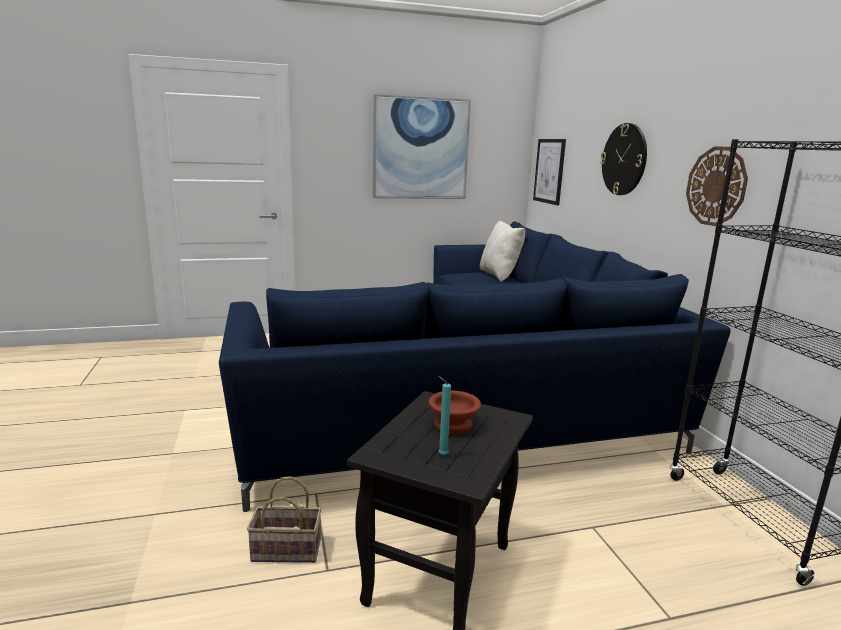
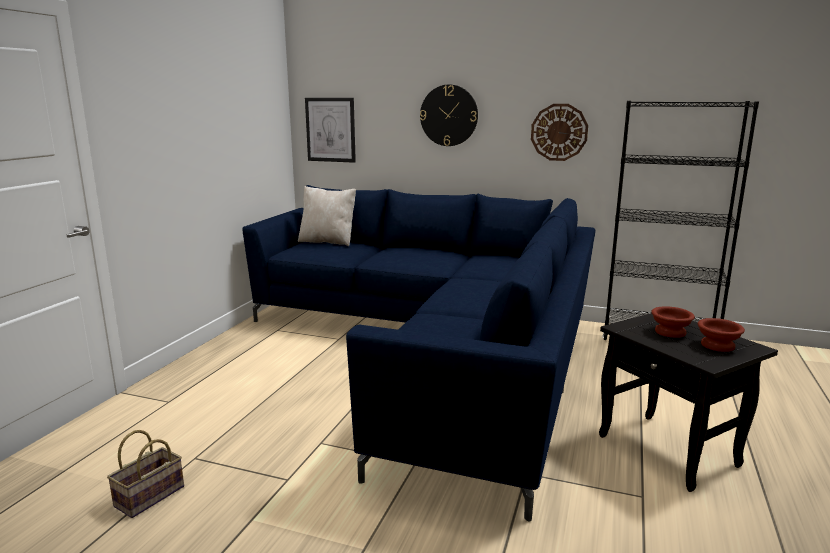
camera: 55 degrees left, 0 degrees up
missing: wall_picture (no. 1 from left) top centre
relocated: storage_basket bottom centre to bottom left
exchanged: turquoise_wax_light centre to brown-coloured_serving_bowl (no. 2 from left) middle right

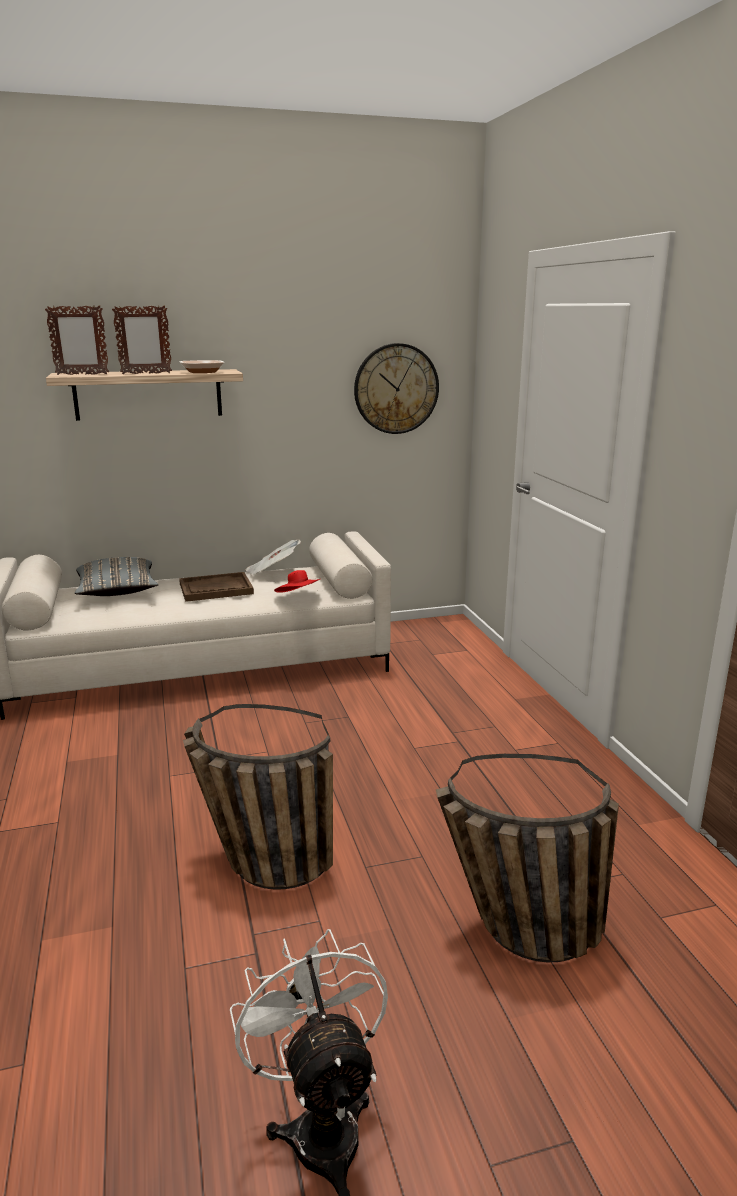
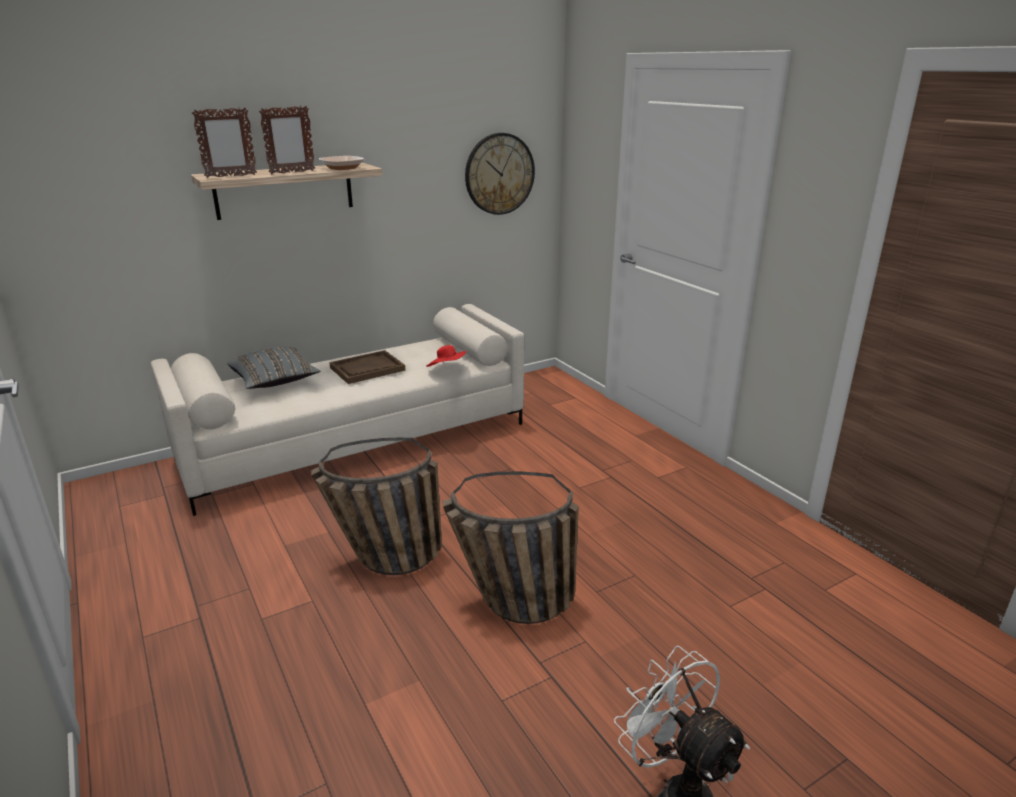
camera: 15 degrees left, 5 degrees up
missing: printed_paper centre
relocated: storage_basket (no. 2 from left in the first image) bottom right to storage_basket (no. 1 from left) centre

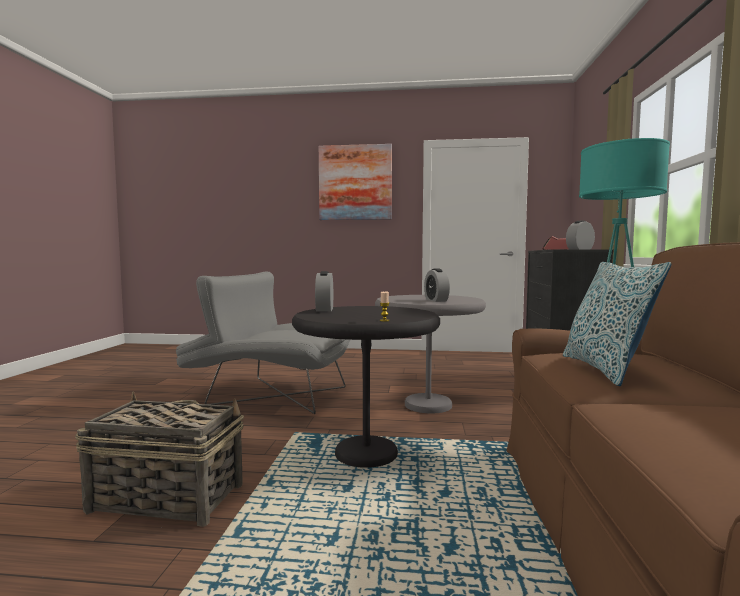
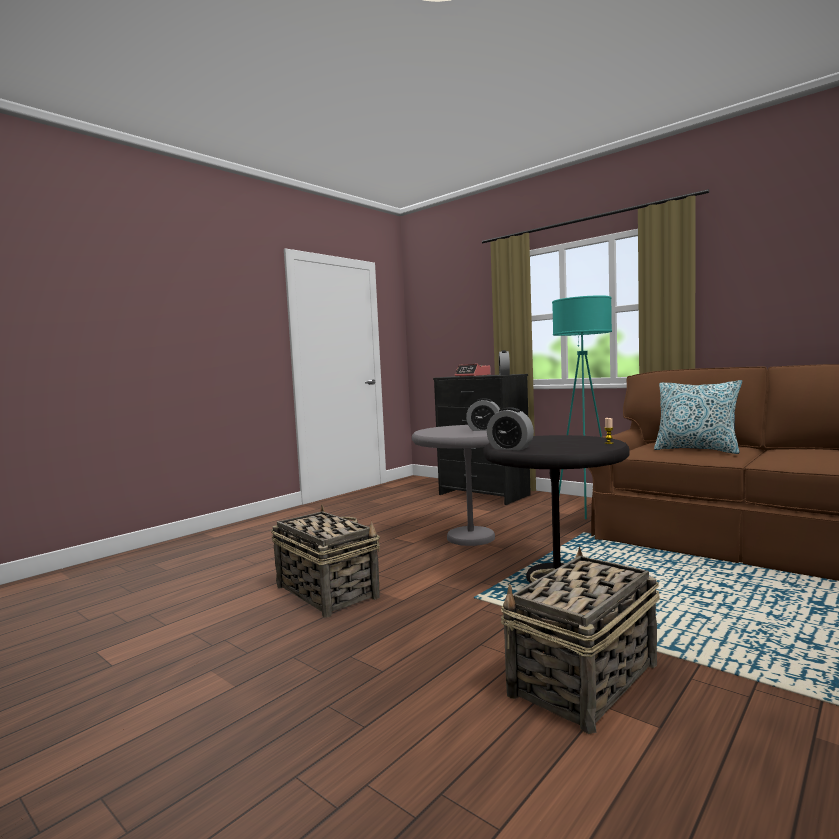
camera: 55 degrees left, 0 degrees up
missing: wall_picture top centre
exchanged: grey_armchair centre to storage_basket (no. 1 from left) bottom centre

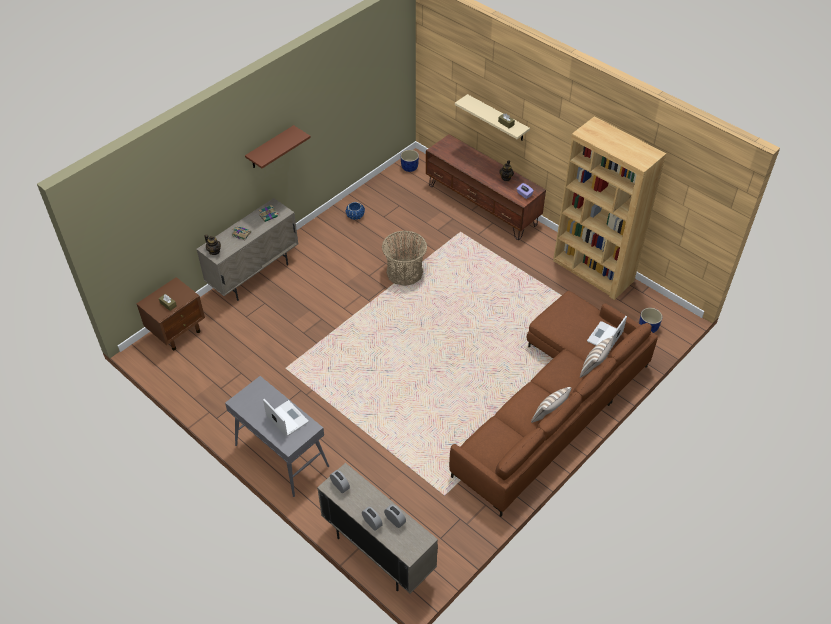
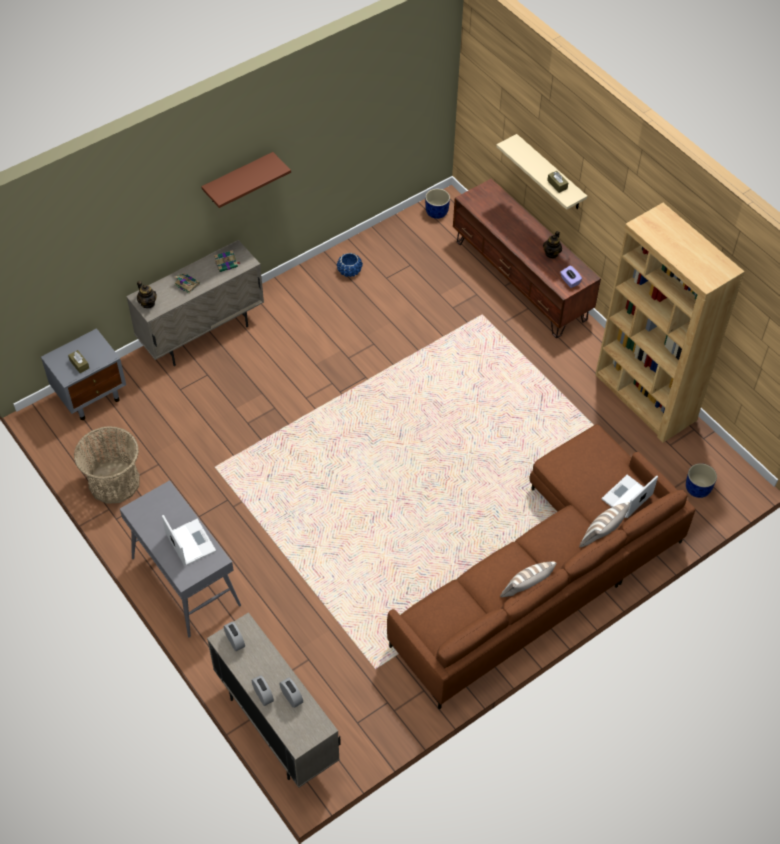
camera: 10 degrees right, 5 degrees up
relocated: storage_basket centre to middle left
colour: brown-coloured_nightstand middle left to grey_nightstand middle left

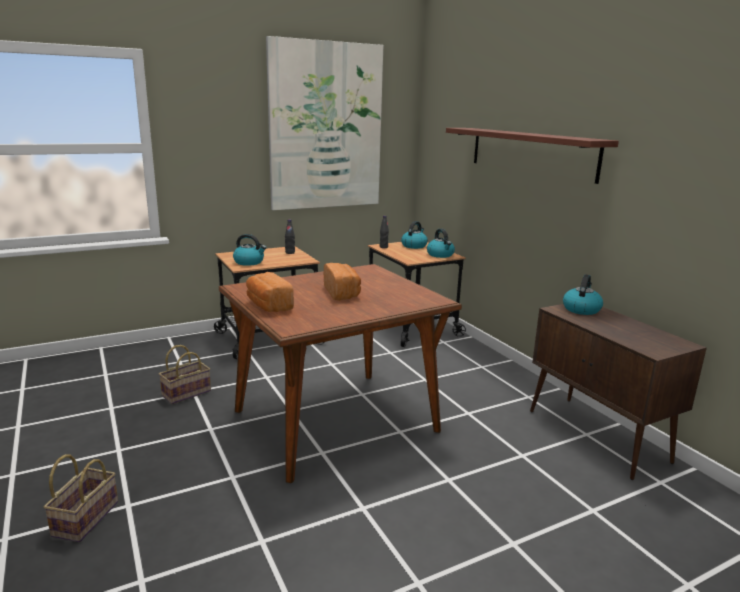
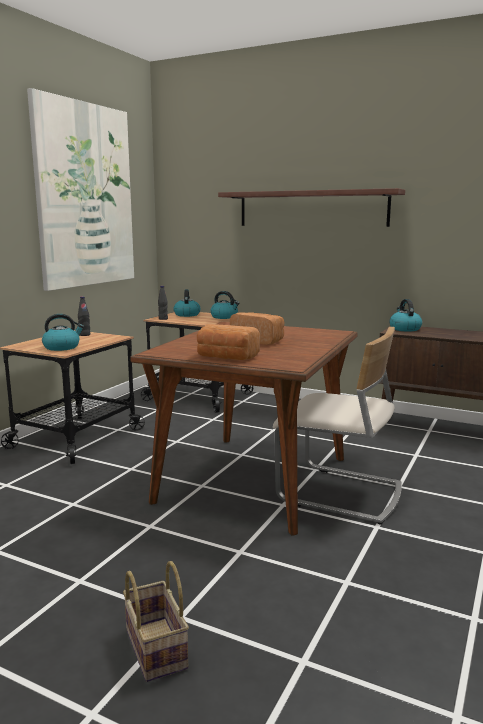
camera: 35 degrees left, 5 degrees down
missing: storage_basket (no. 2 from left) middle left
appeared: beige-coloured_plain_chair middle right

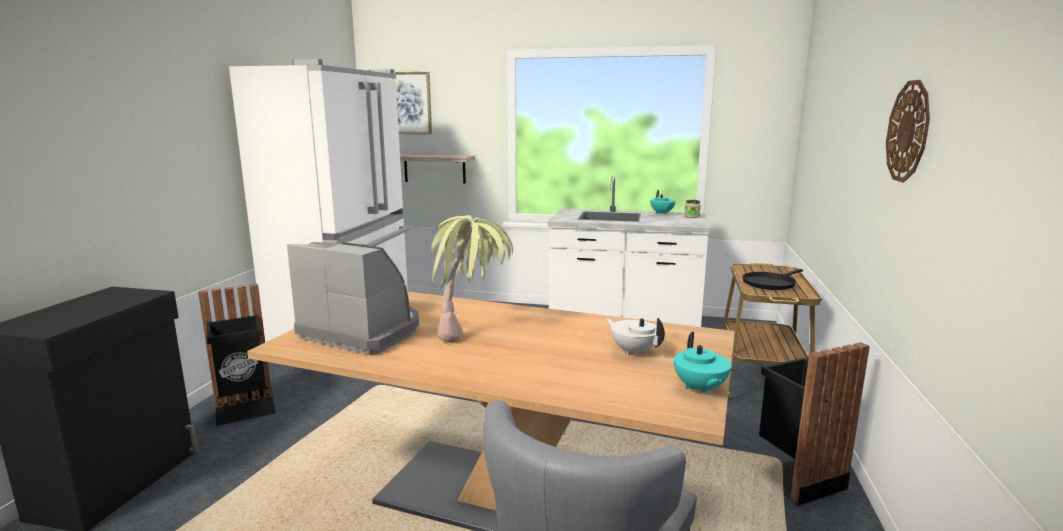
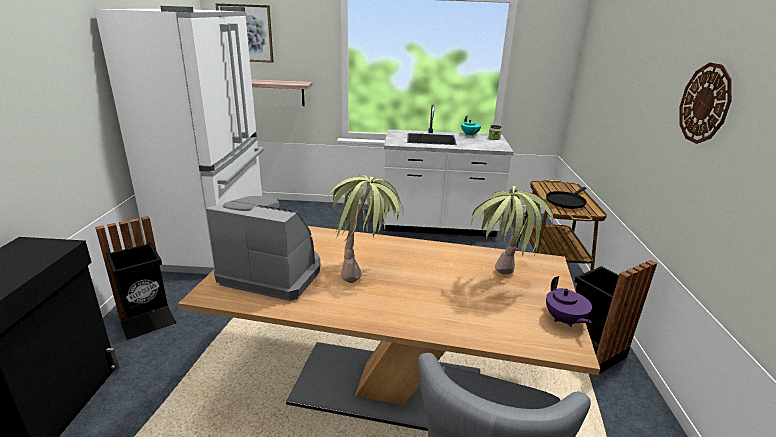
camera: 10 degrees left, 10 degrees up
exchanged: white_pot_for_tea centre to potted_plant (no. 2 from left) centre
colour: turquoise_pot_for_tea (no. 2 from left) bottom centre to purple_pot_for_tea bottom right

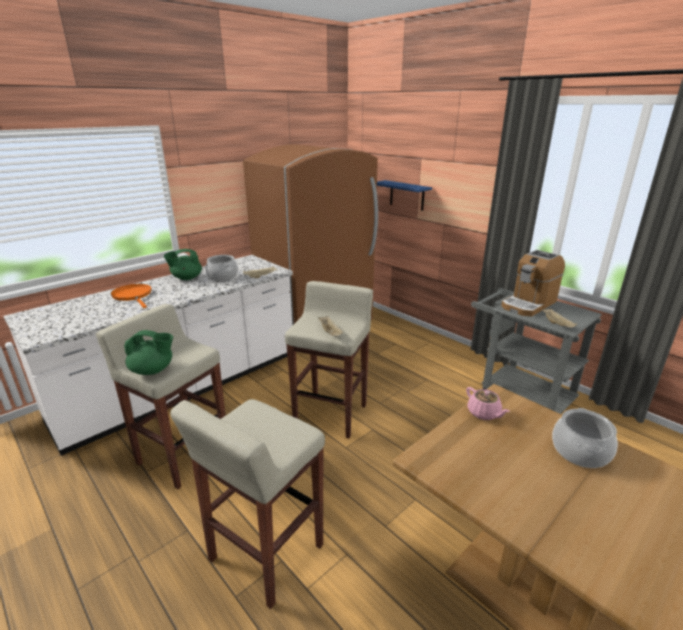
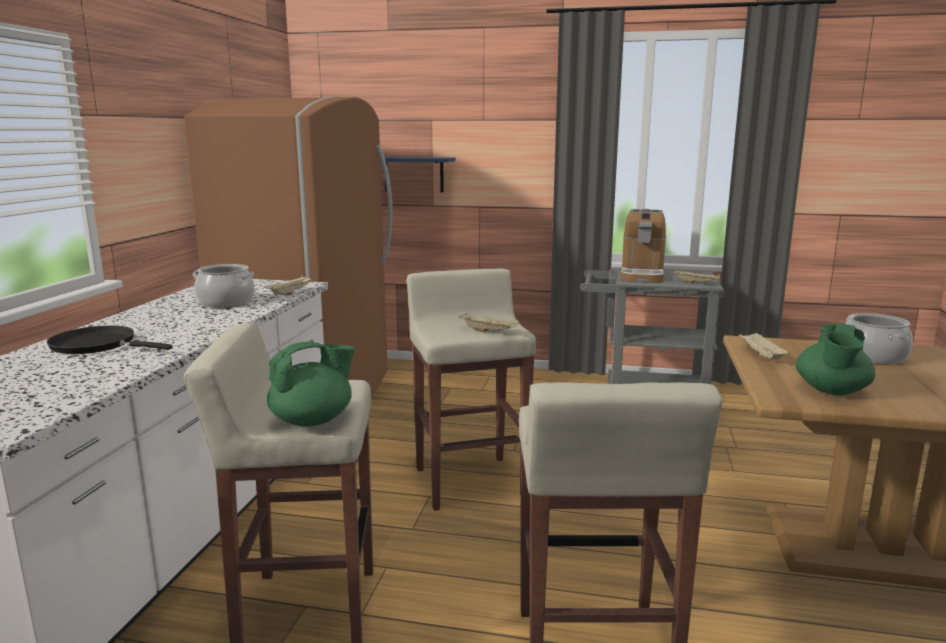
camera: 35 degrees left, 10 degrees down
relocated: green_pot_for_tea (no. 2 from left) middle left to middle right
exchanged: pink_pot_for_tea middle right to beige-coloured_serving_tray (no. 4 from left) middle right
colour: orangey_skillet middle left to black-coloured_skillet middle left

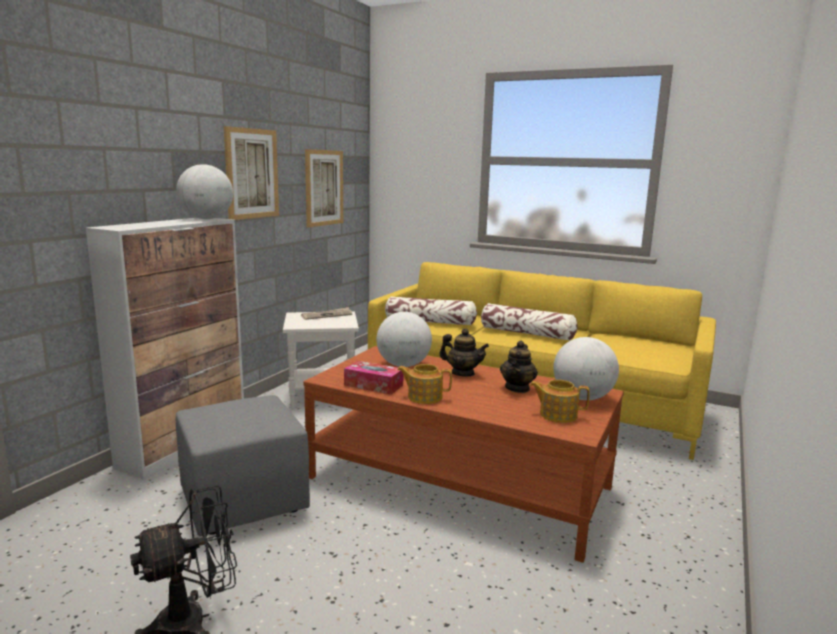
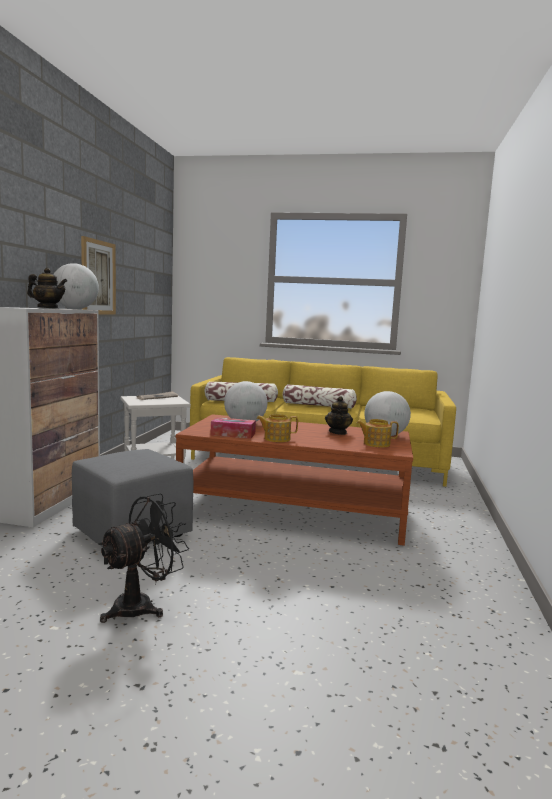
camera: 15 degrees left, 5 degrees down
missing: wall_picture (no. 2 from left) top centre
relocated: pot_for_tea (no. 2 from left in the first image) centre to pot_for_tea (no. 1 from left) middle left

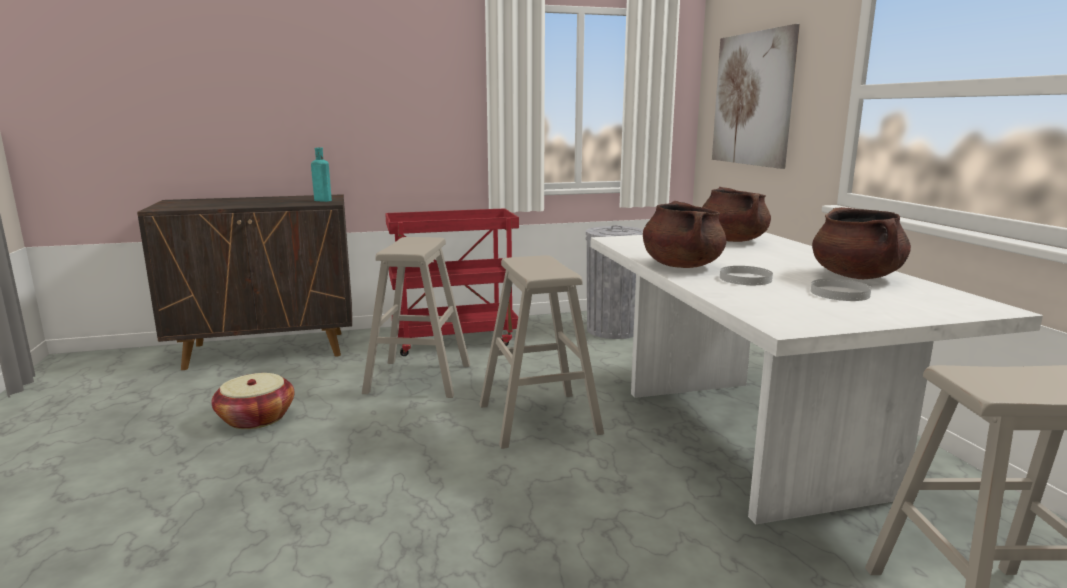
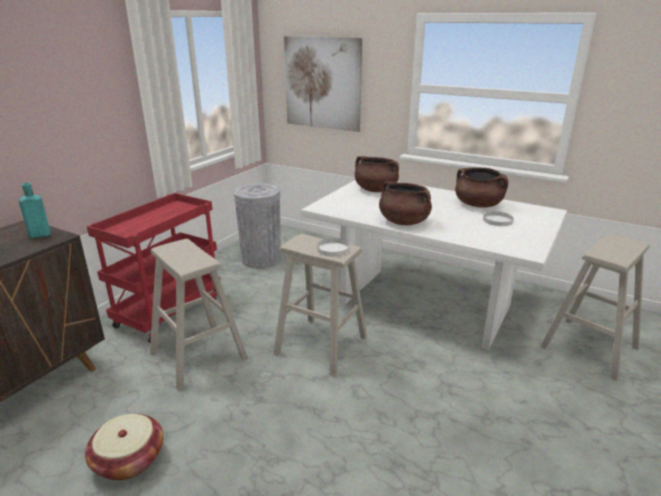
camera: 45 degrees left, 10 degrees up
relocated: white_plate (no. 1 from left) middle right to centre

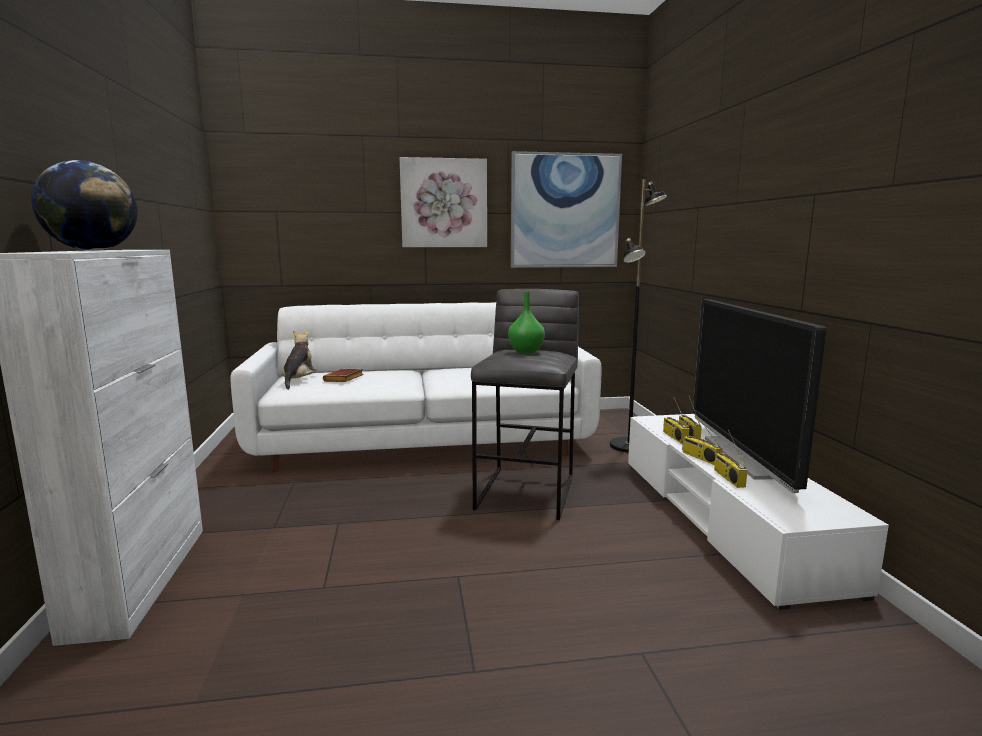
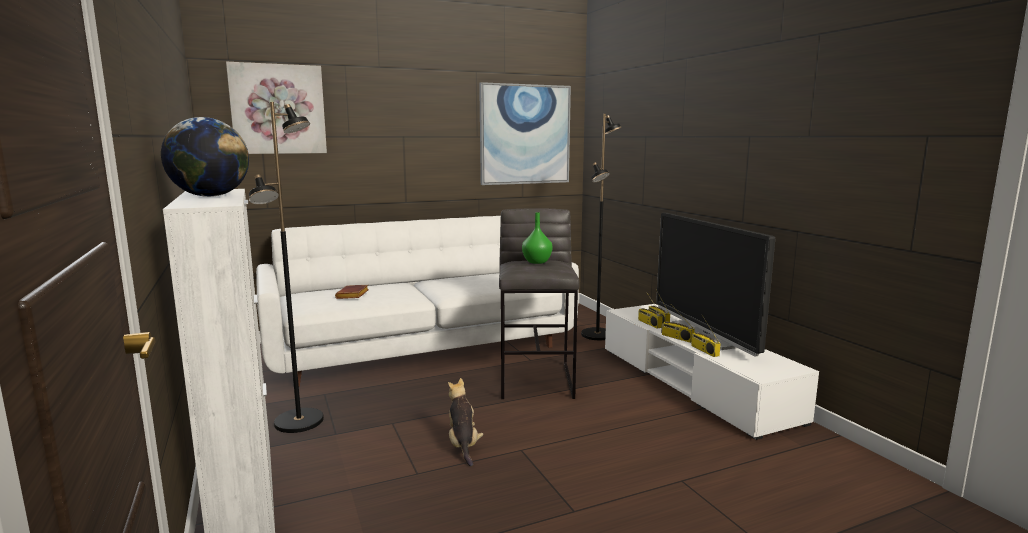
camera: 15 degrees left, 0 degrees up
appeared: black-coloured_standing_lamp (no. 1 from left) middle left
relocated: cuddly_toy middle left to bottom centre; wall_picture (no. 1 from left) top centre to top left

